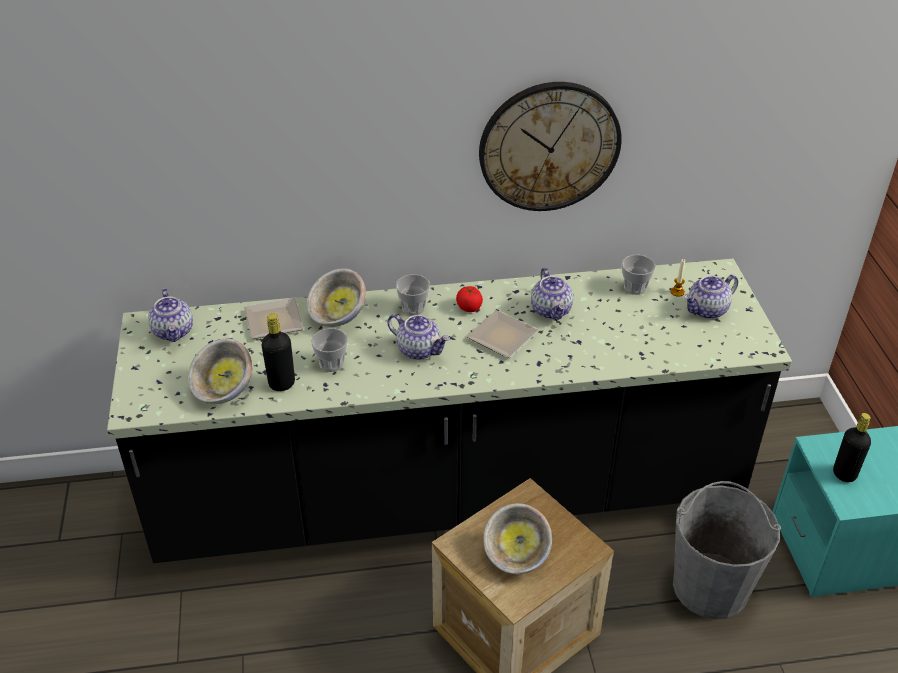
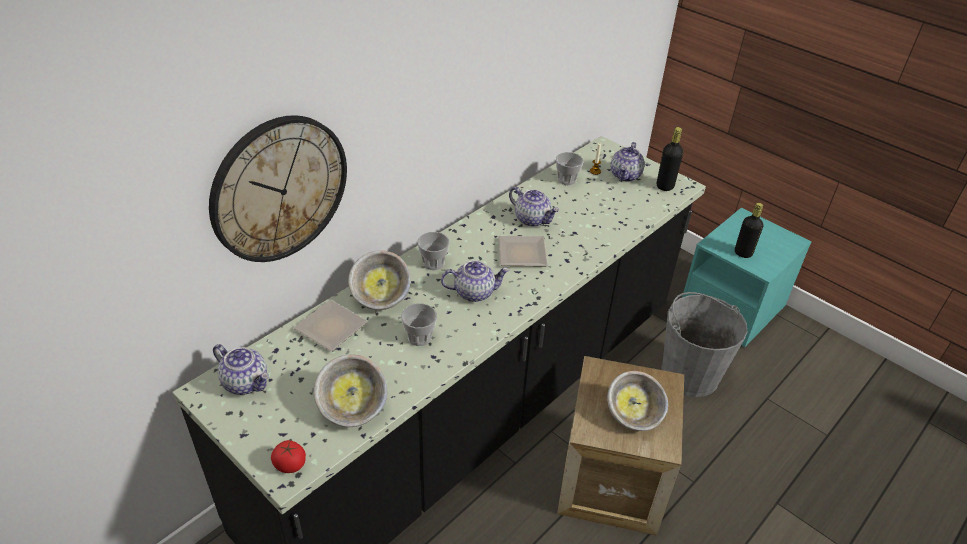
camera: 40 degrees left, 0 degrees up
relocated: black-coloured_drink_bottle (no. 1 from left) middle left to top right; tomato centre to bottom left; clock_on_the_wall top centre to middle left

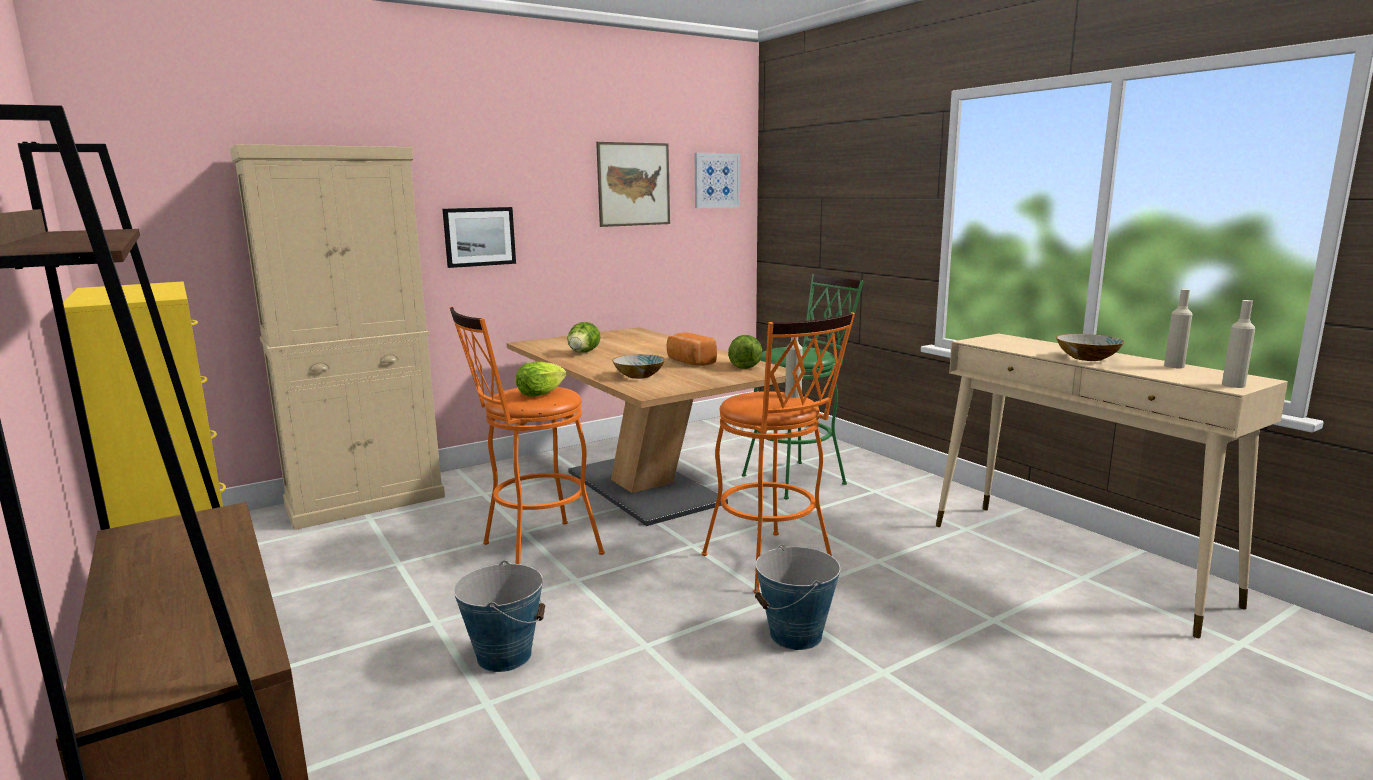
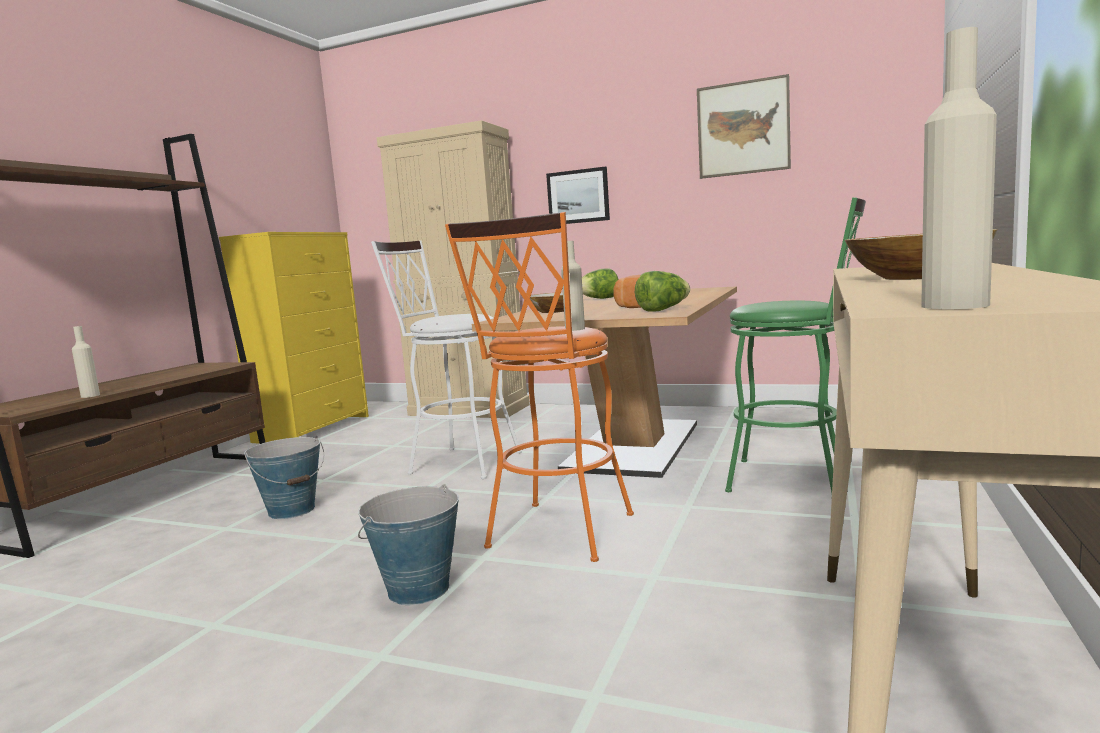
camera: 55 degrees right, 5 degrees down
missing: lettuce_head (no. 1 from left) centre; wall_picture (no. 3 from left) top centre
relocated: beige-coloured_drink_bottle (no. 2 from left in the first image) middle right to beige-coloured_drink_bottle (no. 1 from left) middle left
colour: orangey_stool_seat (no. 1 from left) centre to white_stool_seat centre

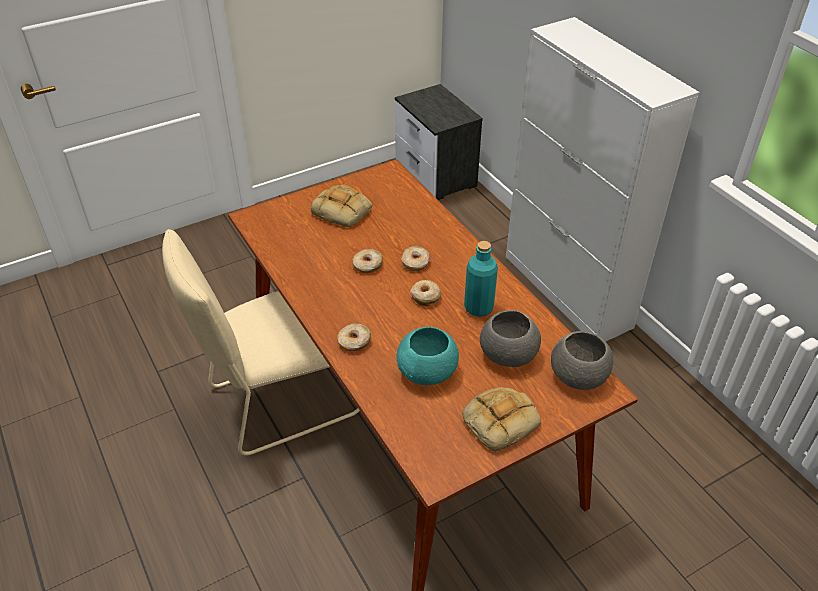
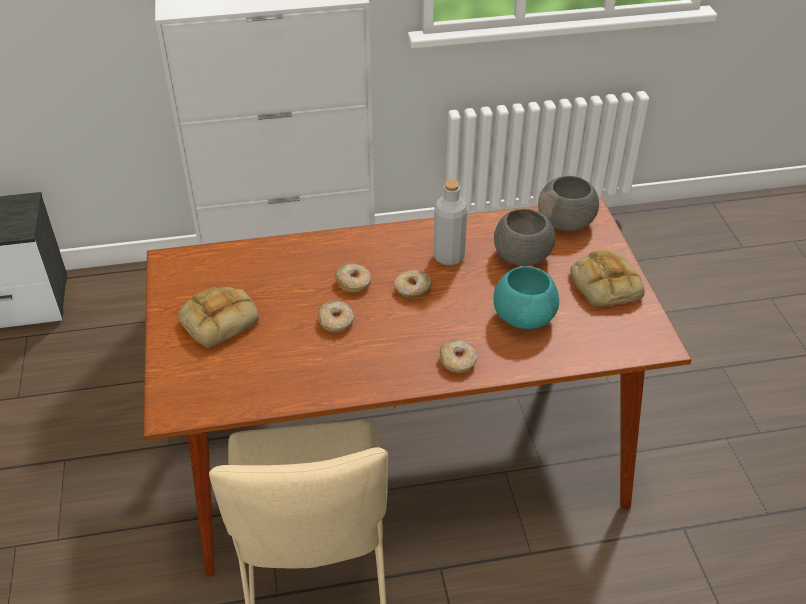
camera: 70 degrees left, 0 degrees up
colour: turquoise_drink_bottle centre to grey_drink_bottle centre

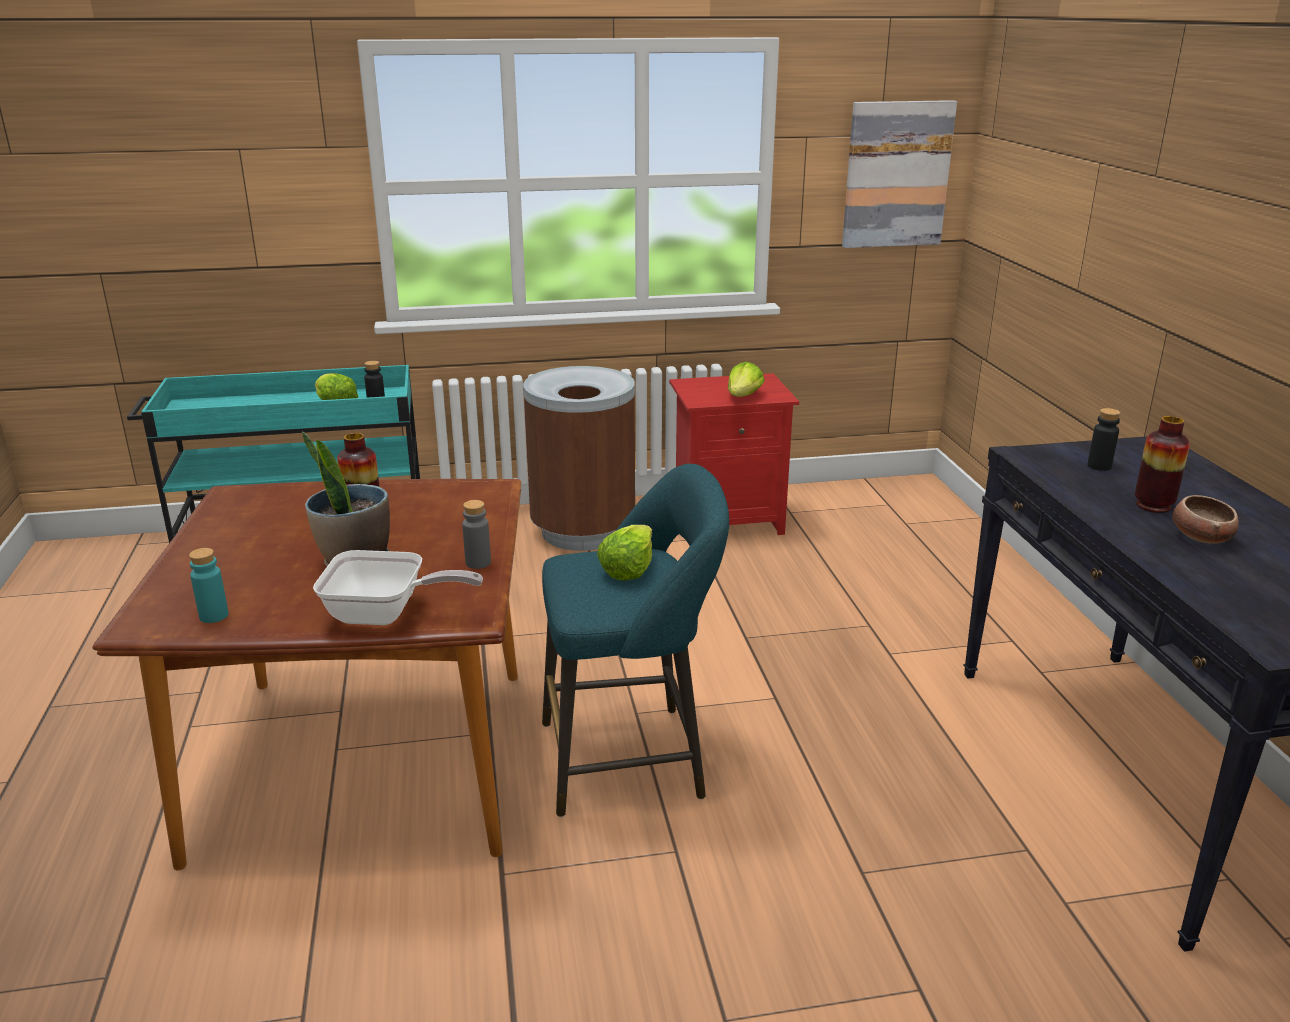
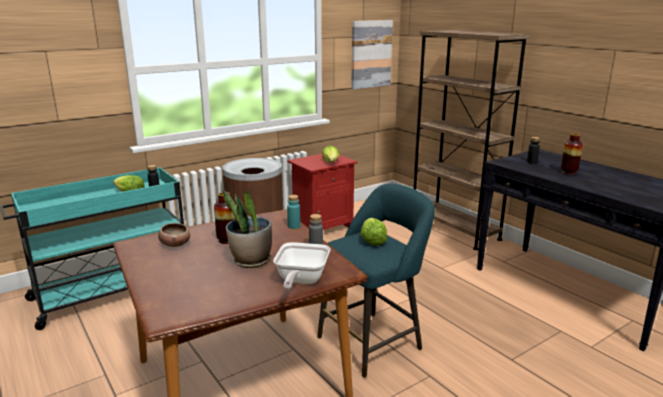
camera: 25 degrees left, 5 degrees down
appeared: brown-coloured_shelving_unit middle right
relocated: turquoise_drink_bottle middle left to centre; serving_bowl middle right to middle left
spun: skillet middle left = bottom centre 120 degrees clockwise

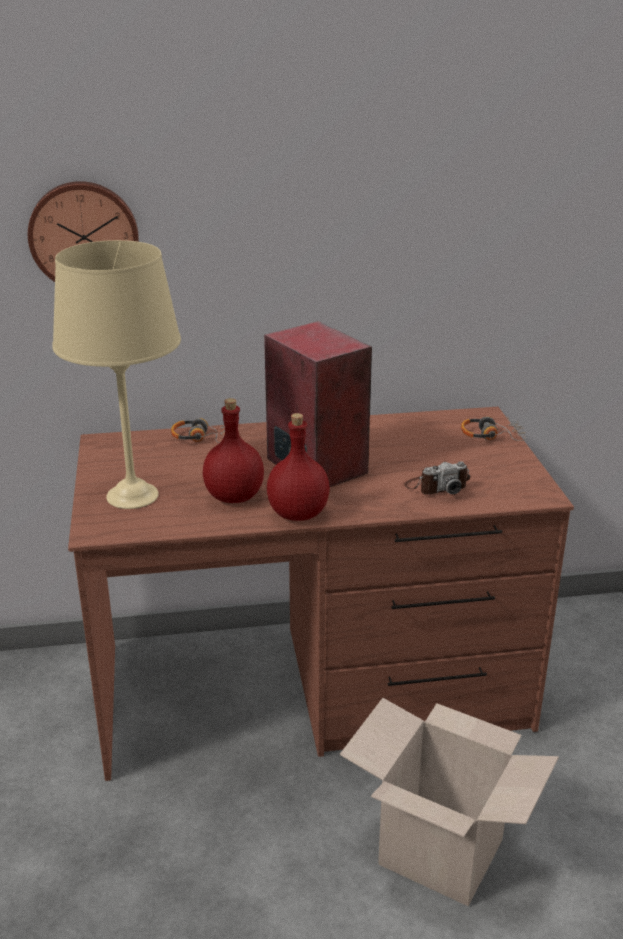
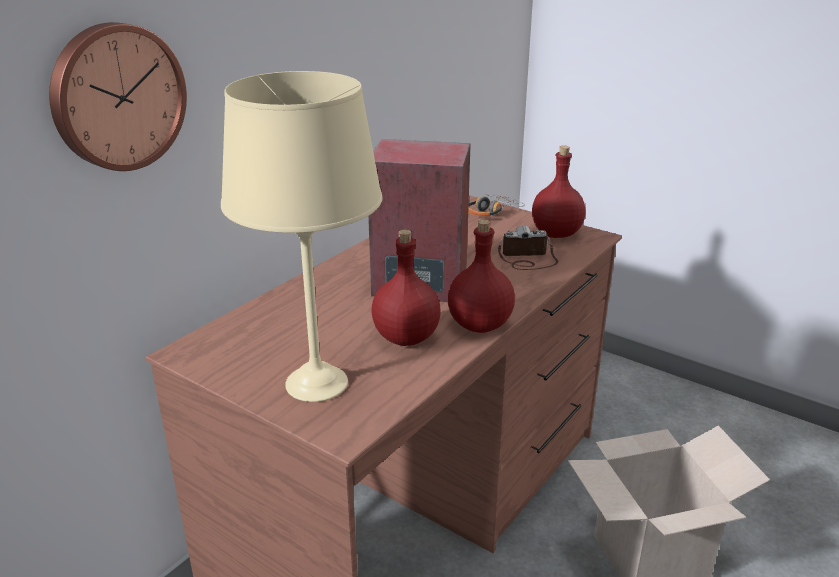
camera: 45 degrees left, 0 degrees up
missing: headphones (no. 1 from left) middle left
appeared: red-coloured_drink_bottle (no. 3 from left) top centre
spun: photo_camera middle right = centre 120 degrees counterclockwise

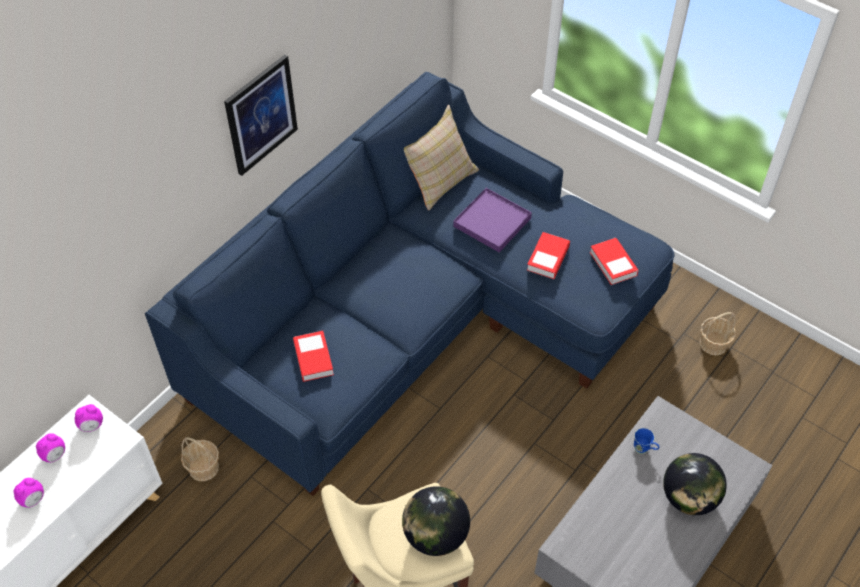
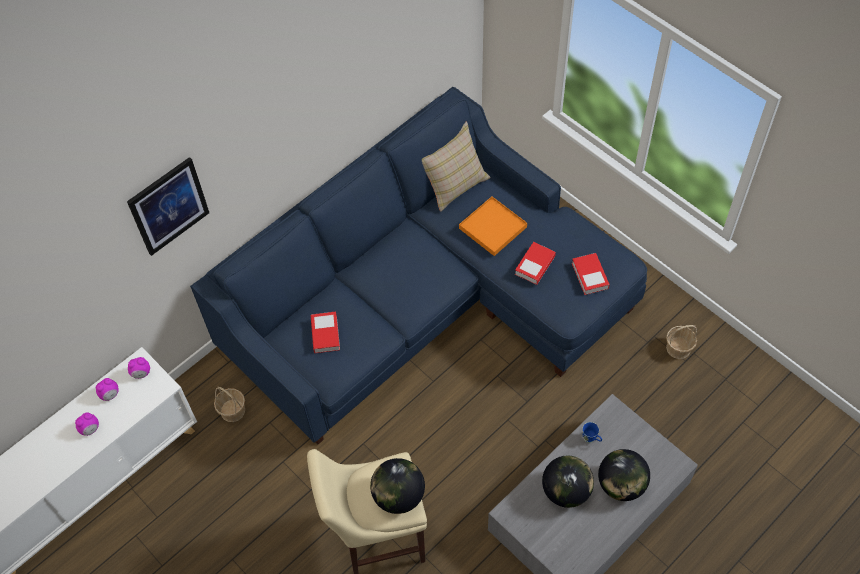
camera: 10 degrees right, 5 degrees up
appeared: world_globe (no. 2 from left) bottom centre
relocated: wall_picture top left to middle left
colour: purple_serving_tray centre to orangey_serving_tray centre

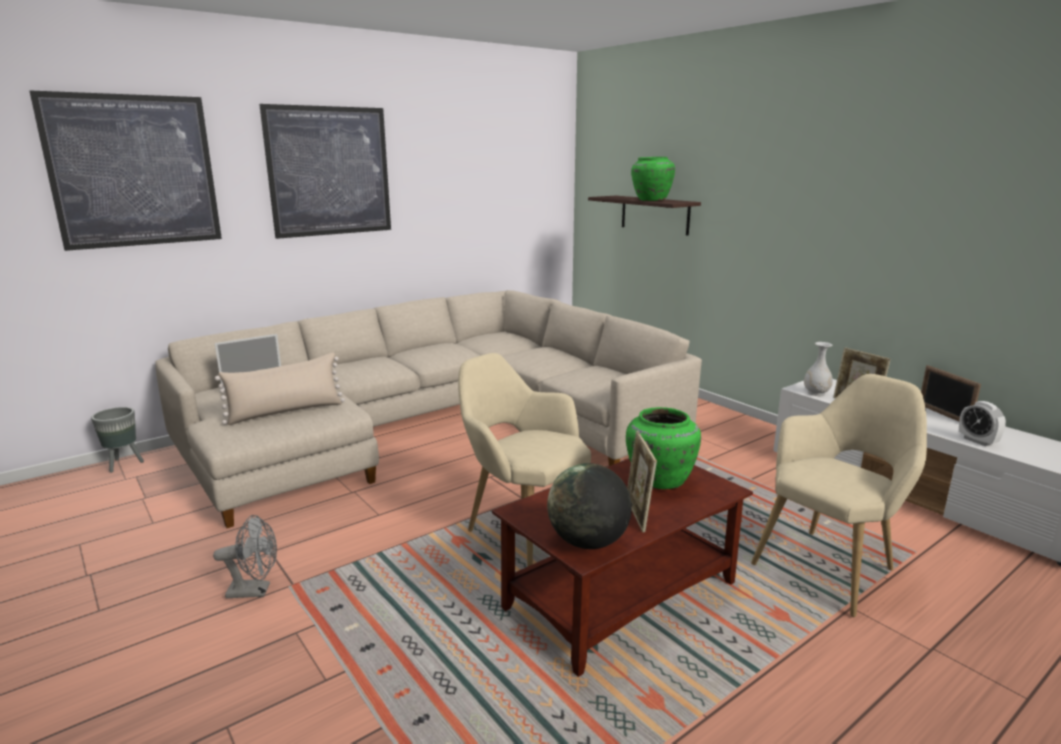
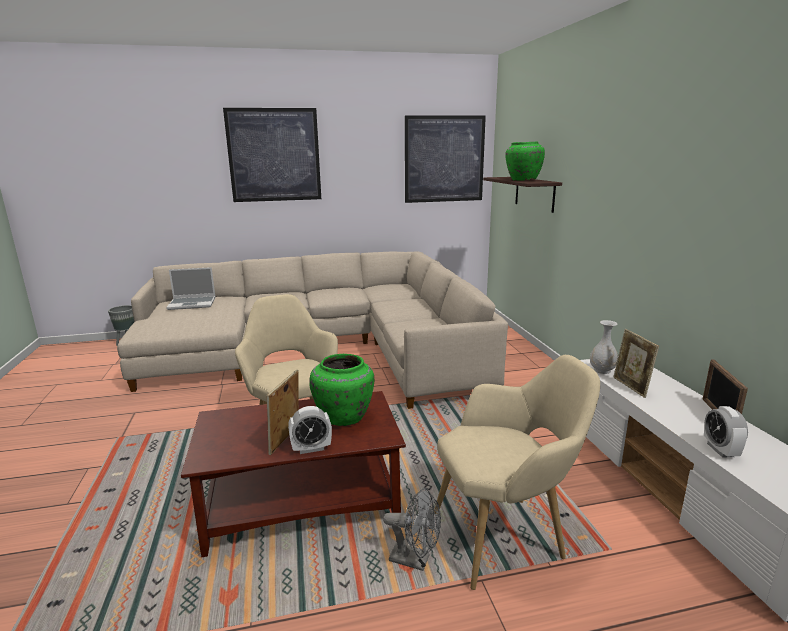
camera: 25 degrees right, 0 degrees up
missing: beige-coloured_pillow middle left; world_globe bottom centre
appeared: alarm_clock (no. 1 from left) bottom centre
relocated: wall_picture (no. 1 from left in the first image) top left to wall_picture (no. 2 from left) top centre; grey_electric_fan bottom left to bottom centre

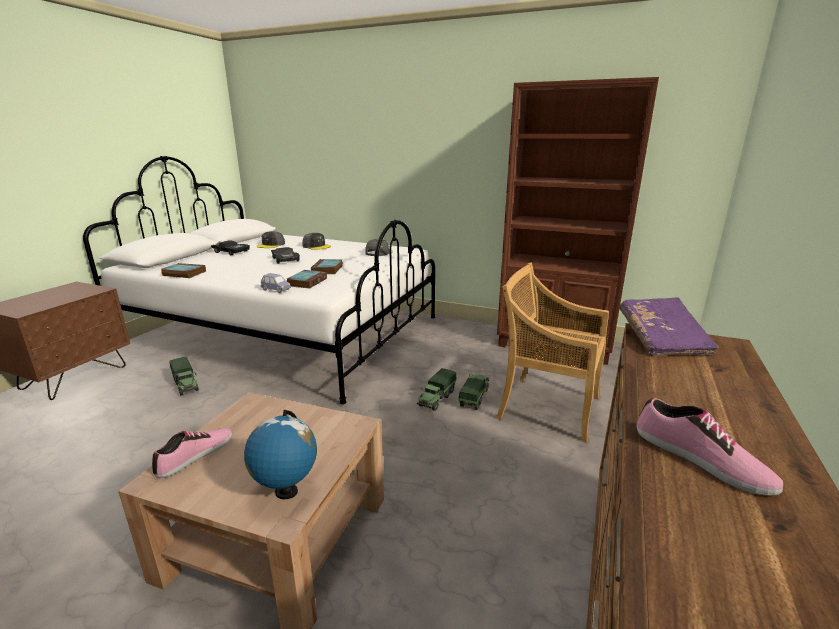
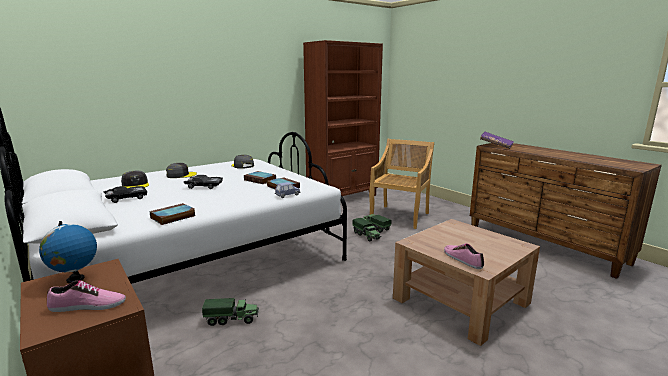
camera: 60 degrees left, 5 degrees down
relocated: world_globe bottom centre to bottom left; low_shoe (no. 2 from left in the first image) bottom right to low_shoe (no. 1 from left) bottom left
spun: beige-coloured_plain_chair centre = centre 150 degrees clockwise

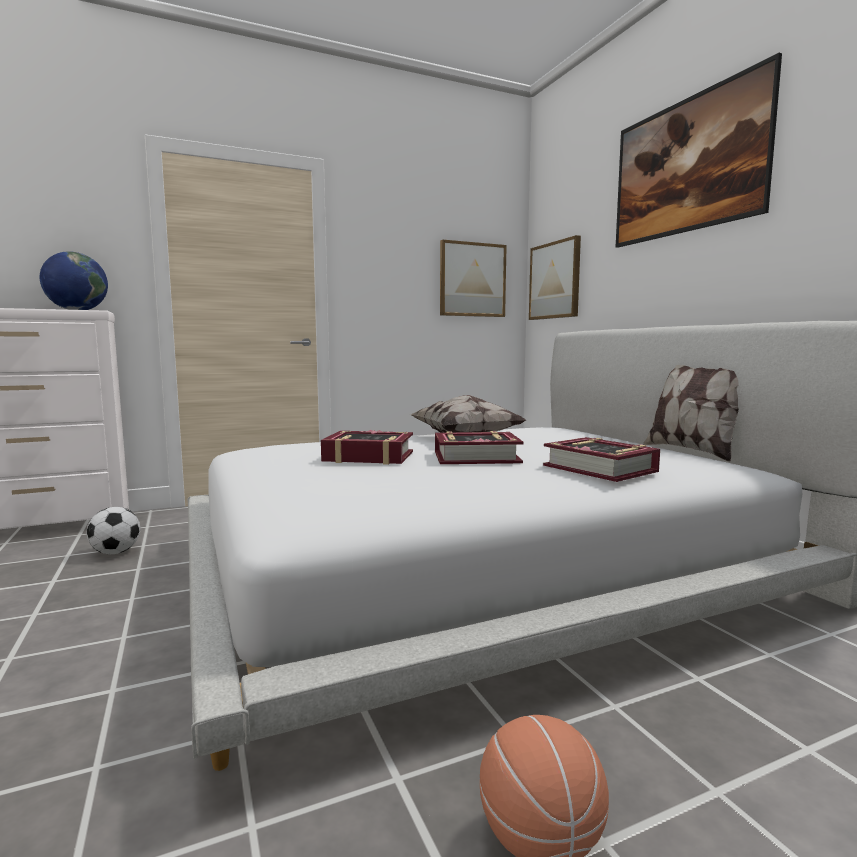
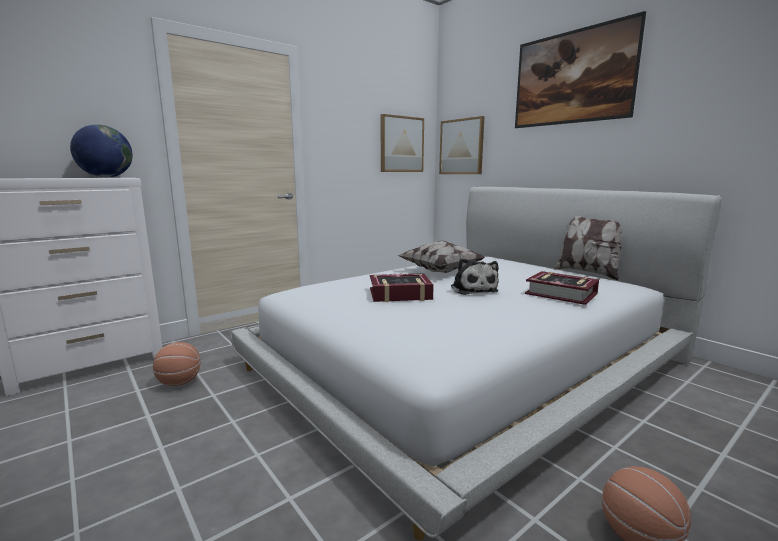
camera: 15 degrees left, 5 degrees up
exchanged: ball_for_football middle left to basketball (no. 1 from left) bottom left; book (no. 2 from left) centre to cuddly_toy centre

